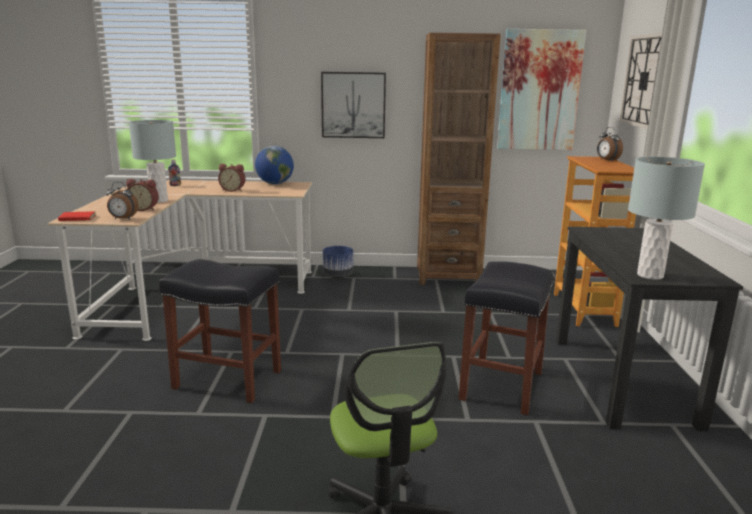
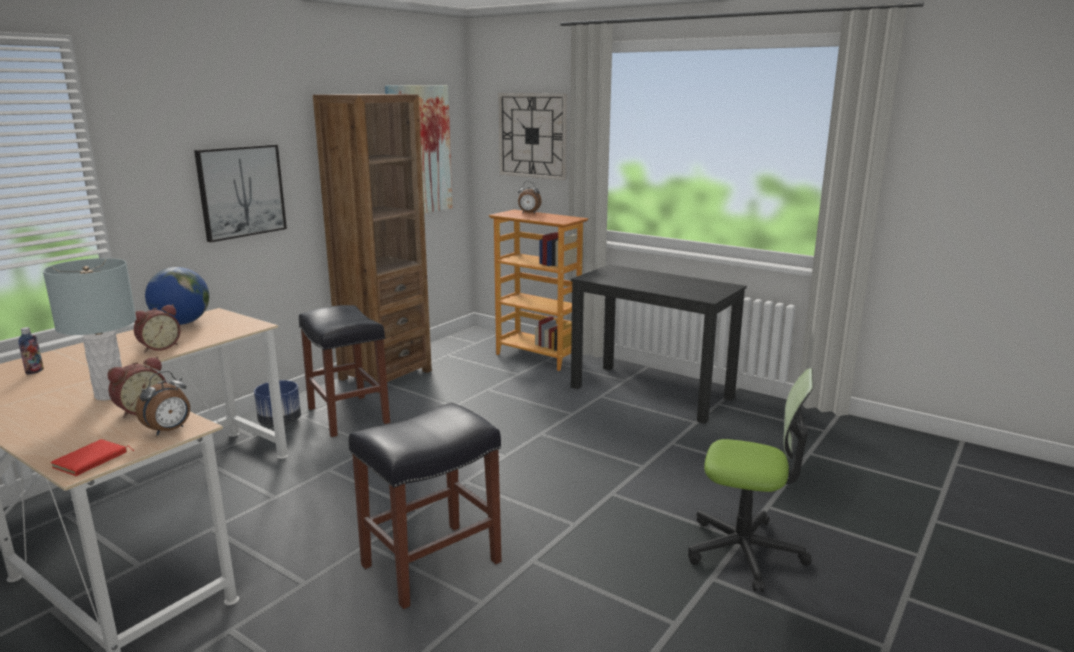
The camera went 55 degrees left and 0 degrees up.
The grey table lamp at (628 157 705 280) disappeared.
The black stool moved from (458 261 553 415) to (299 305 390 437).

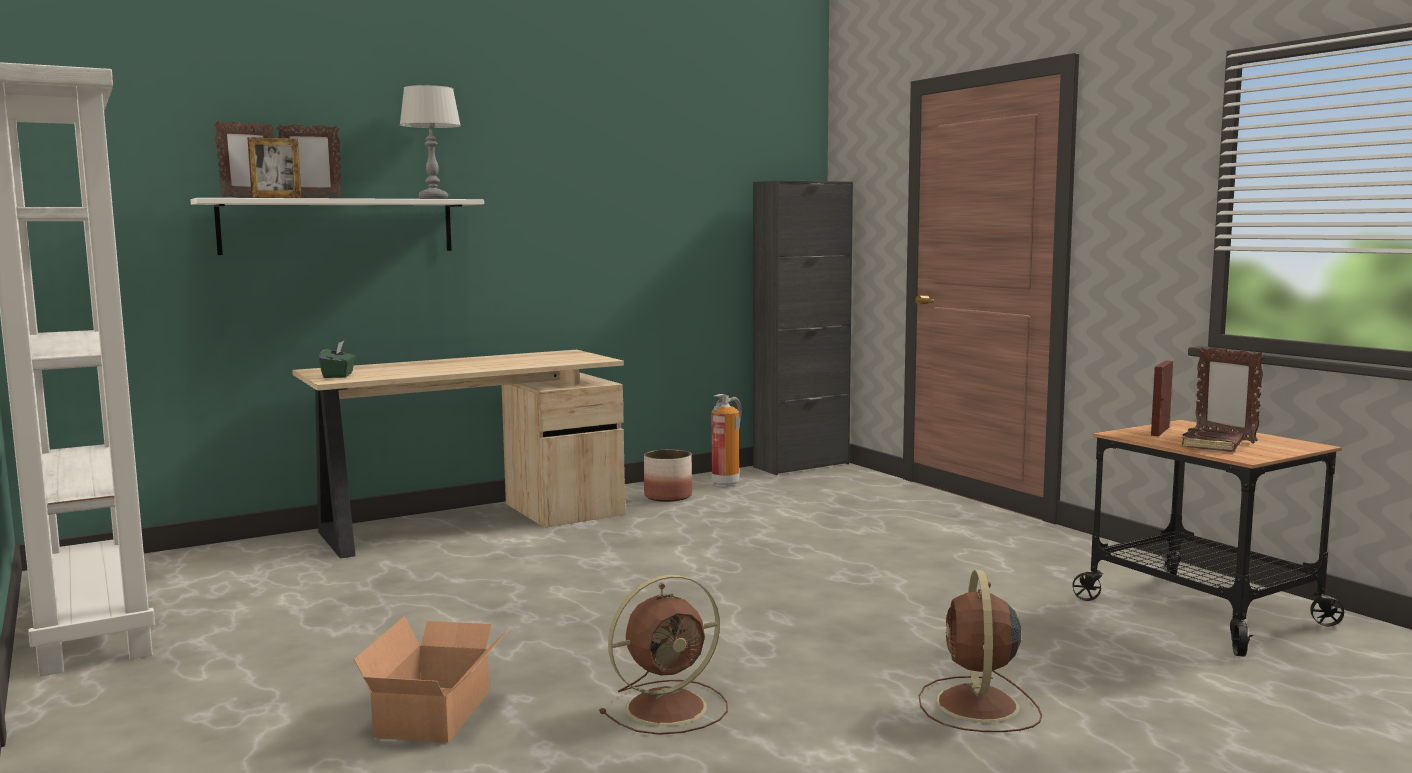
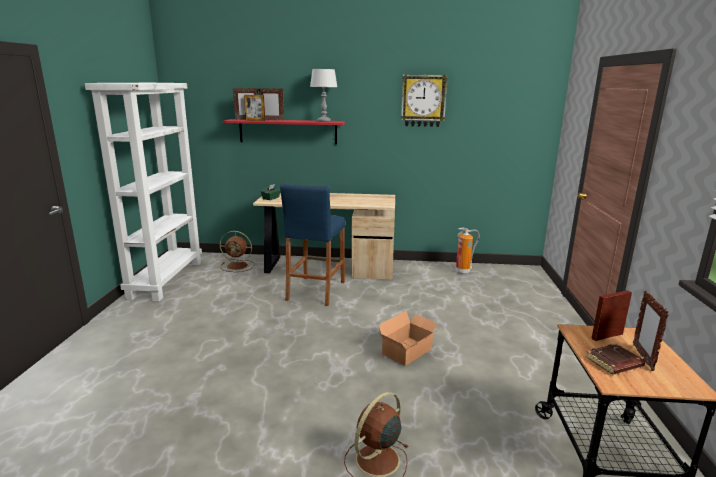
The camera went 35 degrees right and 10 degrees up.
The planter at (644 449 692 502) disappeared.
The black cabinet at (753 180 853 475) disappeared.
The blue stool at (280 183 345 306) appeared.
The wall clock at (401 75 448 127) appeared.
The cardboard box moved from (354 616 511 743) to (379 310 441 366).
The brown fan moved from (599 575 728 735) to (220 231 255 272).
The white shelf at (190 198 484 255) became the red shelf at (223 119 346 144).

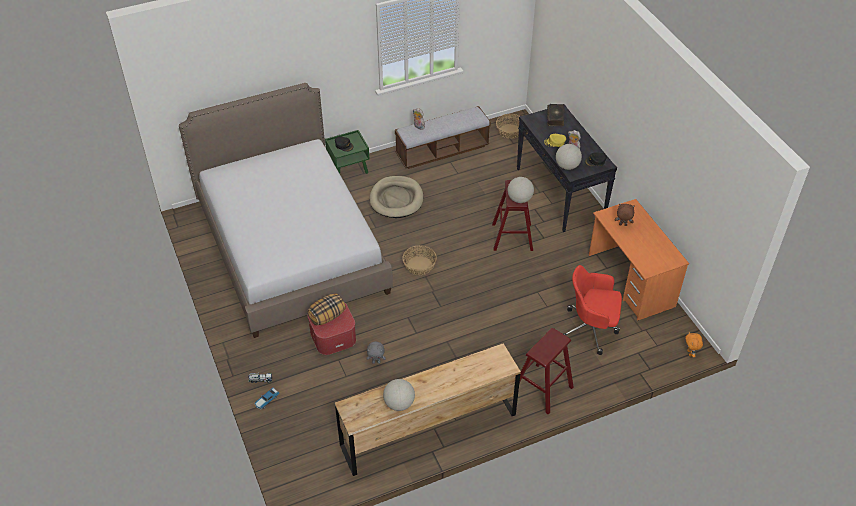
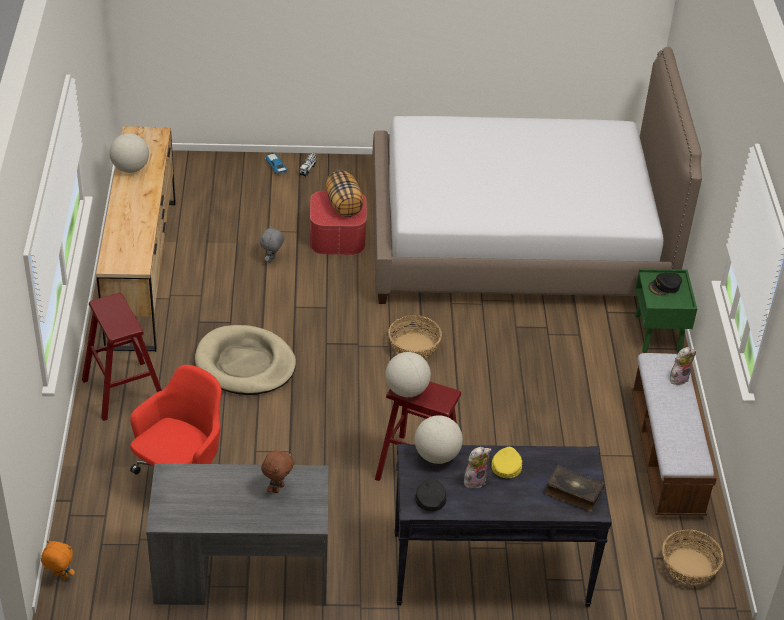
The camera went 110 degrees right and 5 degrees down.
The beige dog bed moved from (370 176 423 218) to (195 325 296 395).
The orange desk at (589 199 689 321) became the grey desk at (146 463 328 606).

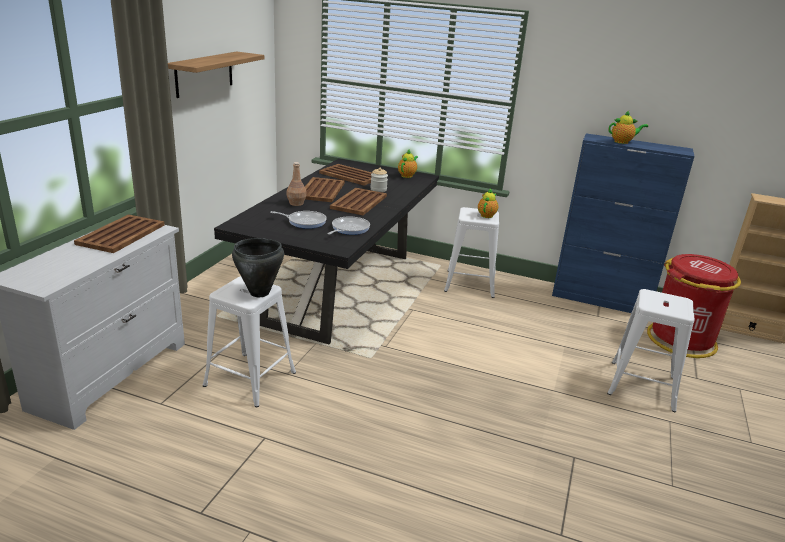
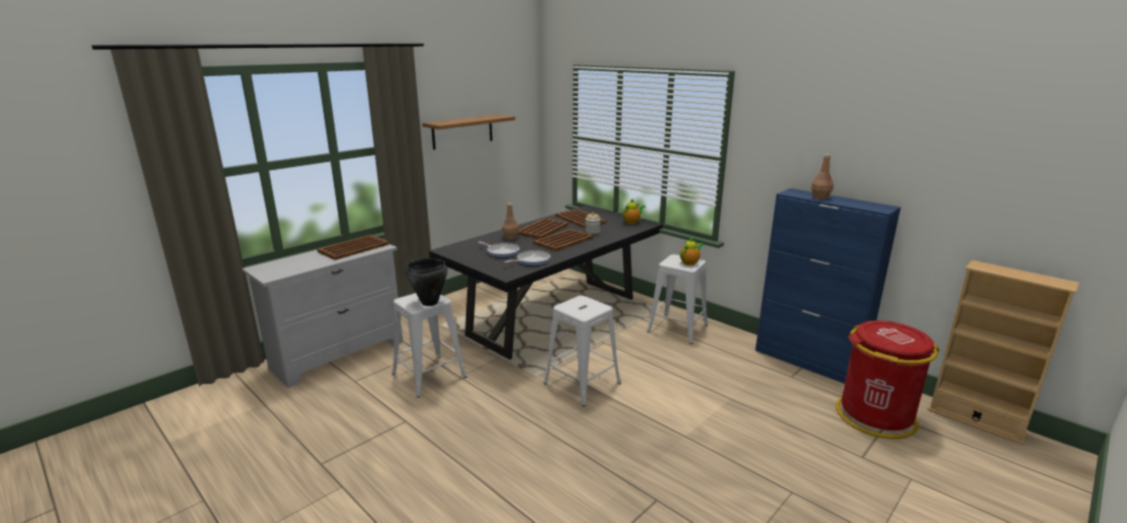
The camera went 25 degrees right and 5 degrees down.
The white stool moved from (607 289 695 412) to (543 296 621 407).
The teapot at (608 111 648 144) was replaced by the brown bottle at (811 154 834 199).

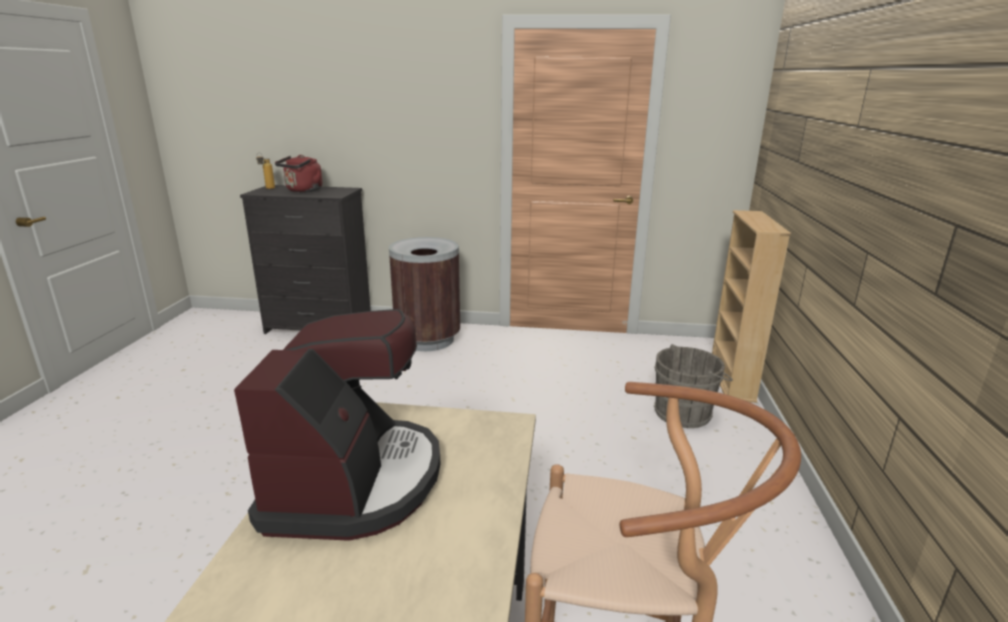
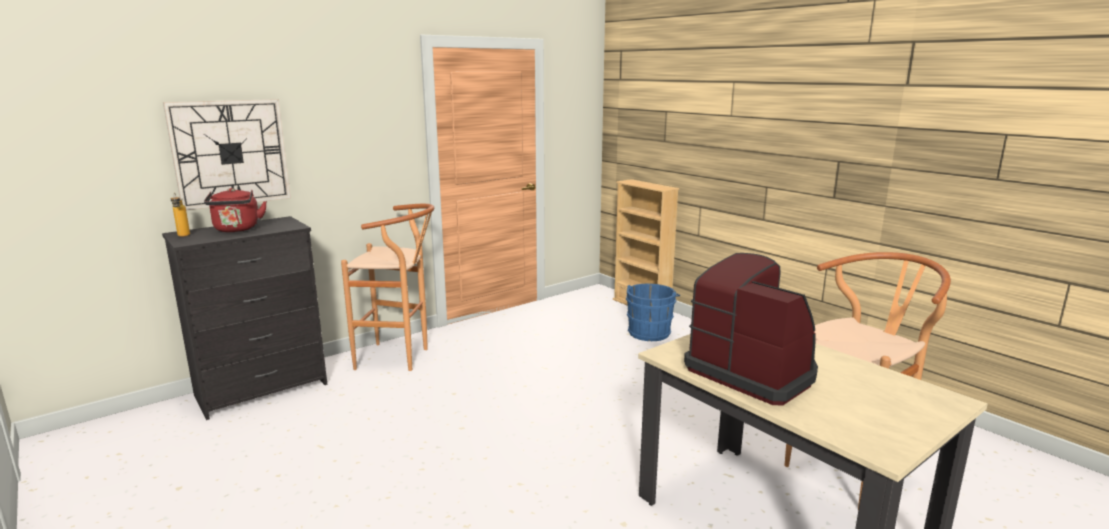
The camera went 45 degrees left and 5 degrees down.
The wall clock at (163 99 291 210) appeared.
The brown trash can at (389 237 461 351) was replaced by the brown stool at (341 204 434 371).
The grey bucket at (654 344 733 428) became the blue bucket at (626 283 680 341).

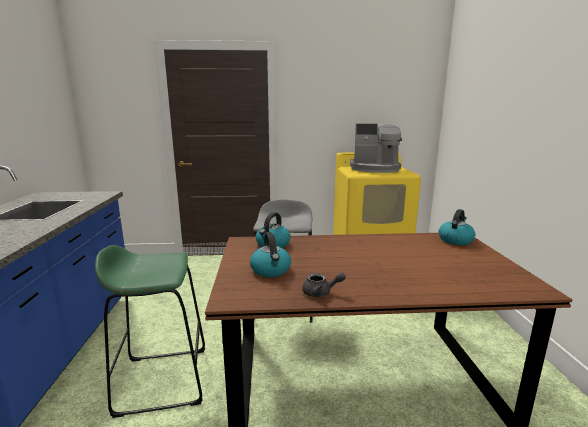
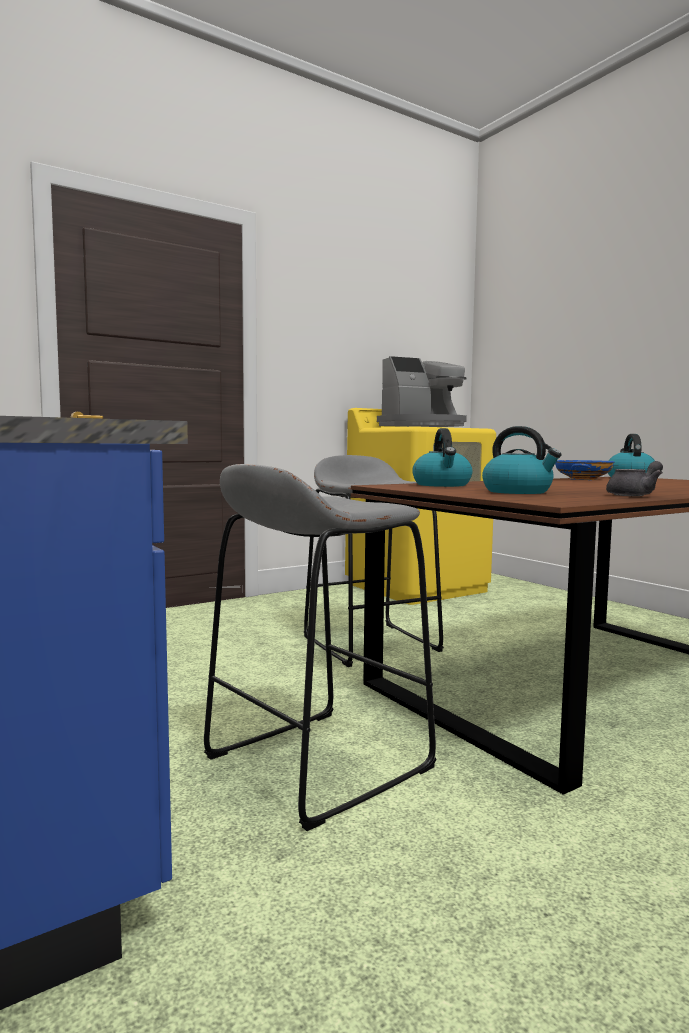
The camera went 30 degrees left and 10 degrees down.
The blue bowl at (555 460 615 480) appeared.
The green stool at (95 245 205 418) became the grey stool at (204 464 437 831).

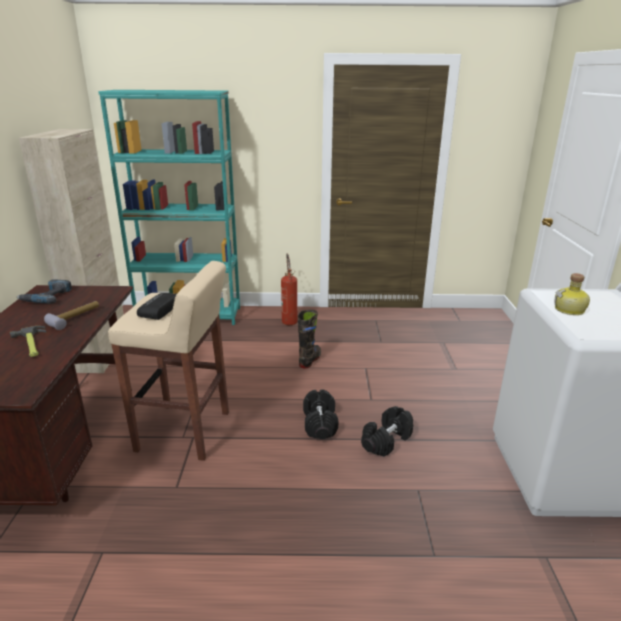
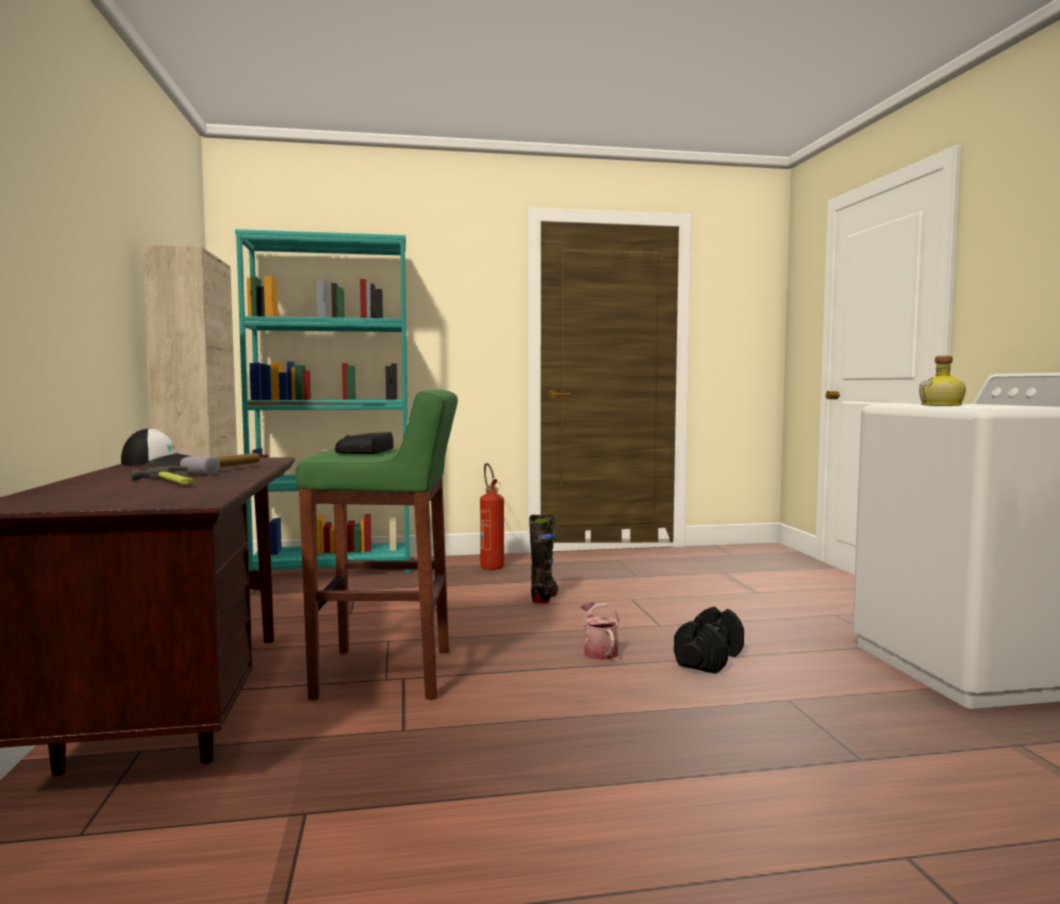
The camera went 10 degrees left and 20 degrees down.
The power drill at (17 279 72 304) was replaced by the cap at (121 428 189 466).
The black dumbbell at (303 390 338 439) was replaced by the watering can at (581 602 620 660).
The beige stool at (108 261 229 461) became the green stool at (295 390 458 700).

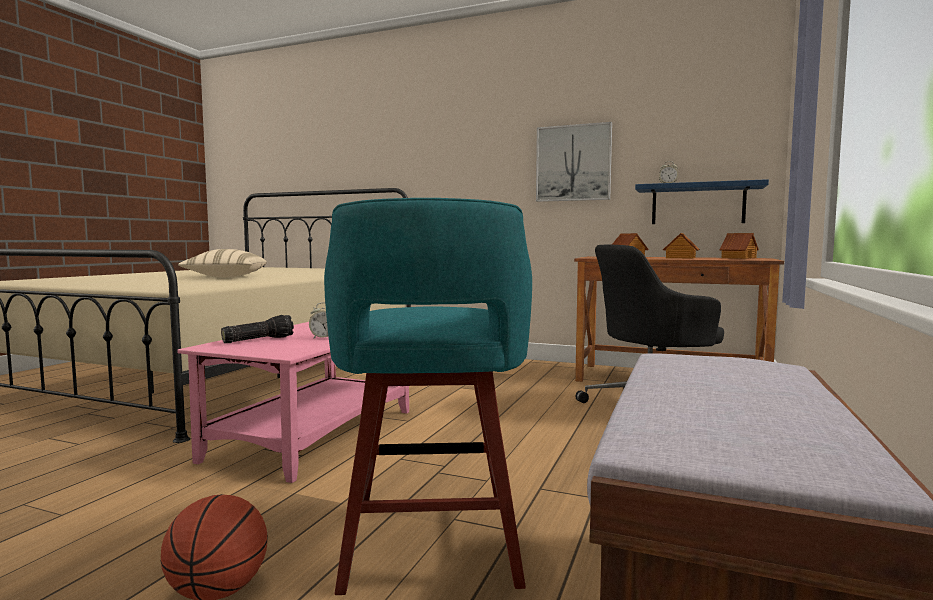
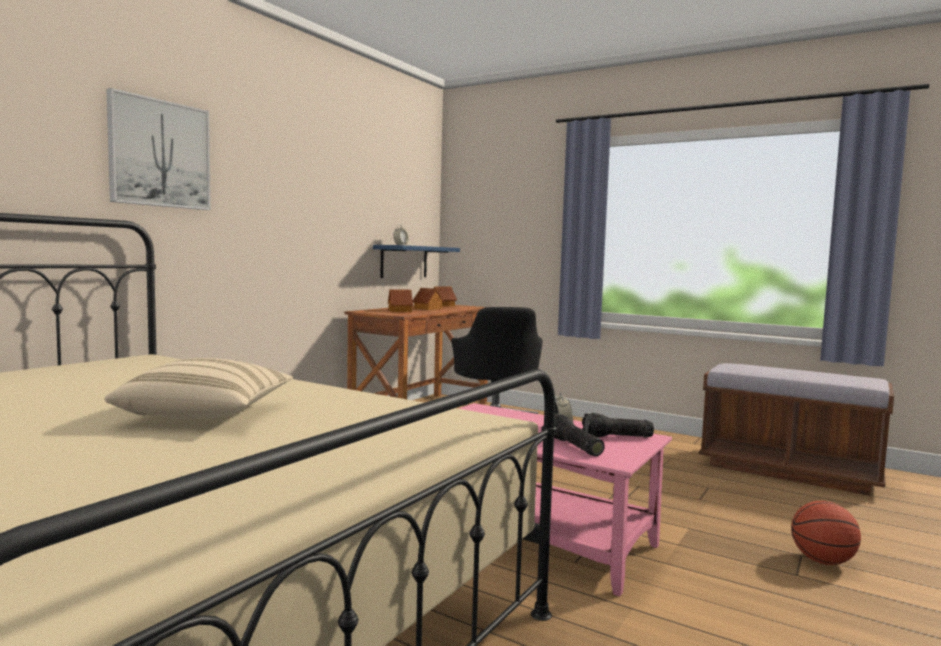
The camera went 80 degrees left and 0 degrees up.
The turquoise stool at (324 198 532 595) disappeared.
The flashlight at (582 413 654 437) appeared.
The picture moved from (536 122 612 202) to (106 88 211 210).

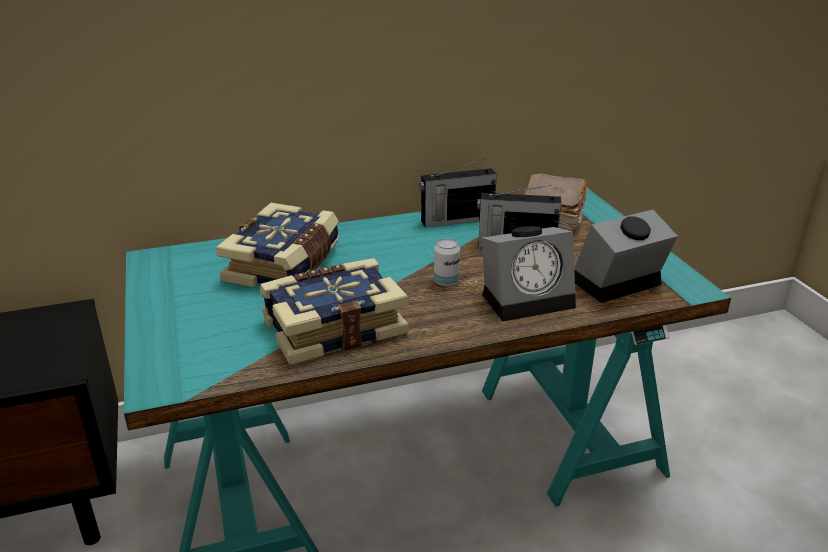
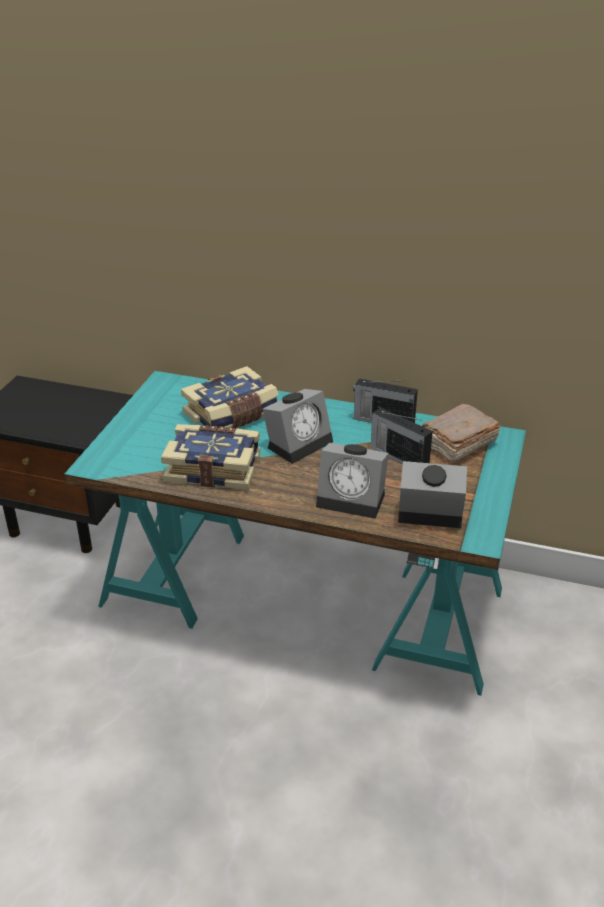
The camera went 35 degrees right and 5 degrees up.
The can at (434 238 460 287) disappeared.
The alarm clock at (262 389 333 464) appeared.

